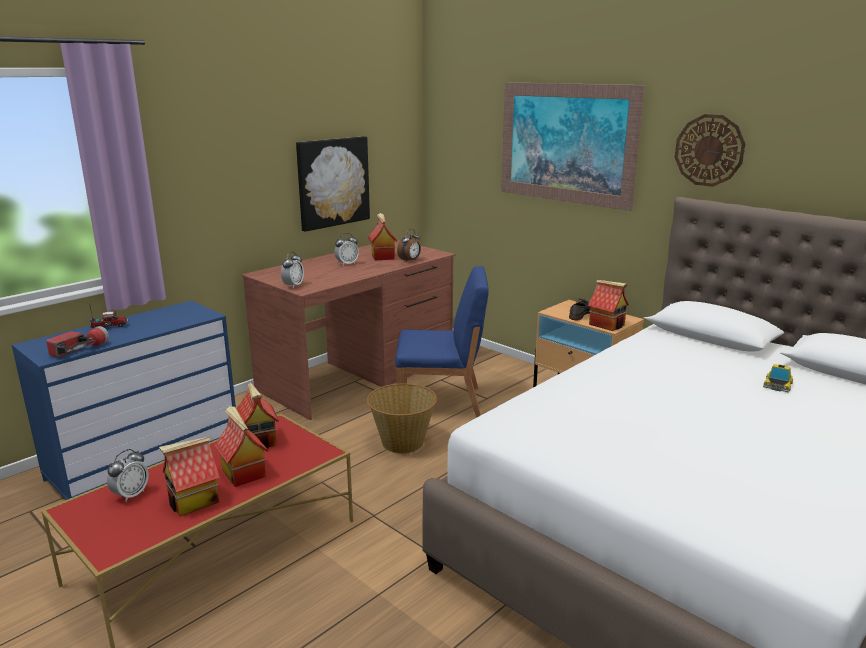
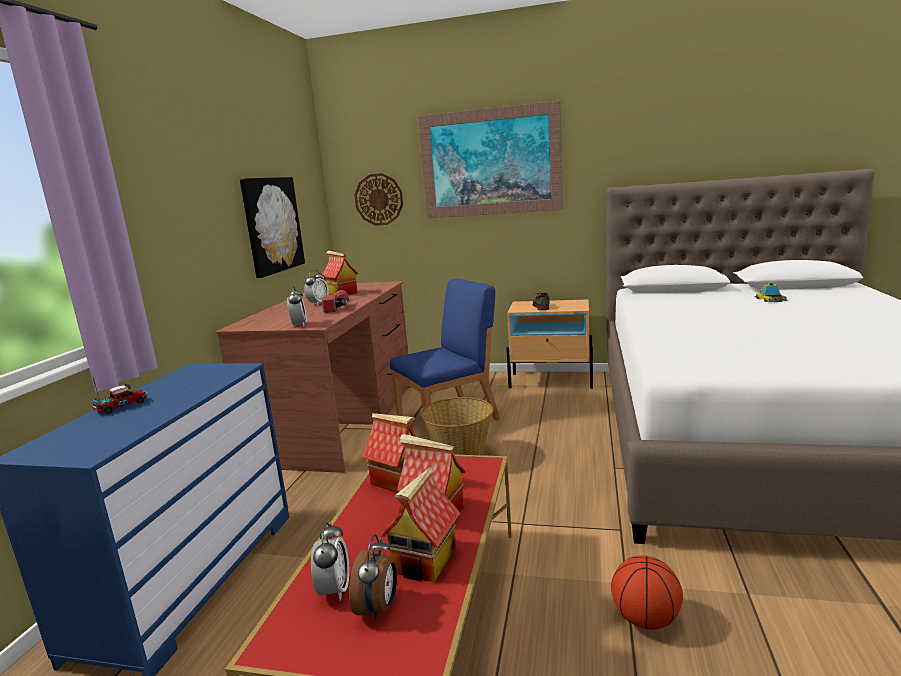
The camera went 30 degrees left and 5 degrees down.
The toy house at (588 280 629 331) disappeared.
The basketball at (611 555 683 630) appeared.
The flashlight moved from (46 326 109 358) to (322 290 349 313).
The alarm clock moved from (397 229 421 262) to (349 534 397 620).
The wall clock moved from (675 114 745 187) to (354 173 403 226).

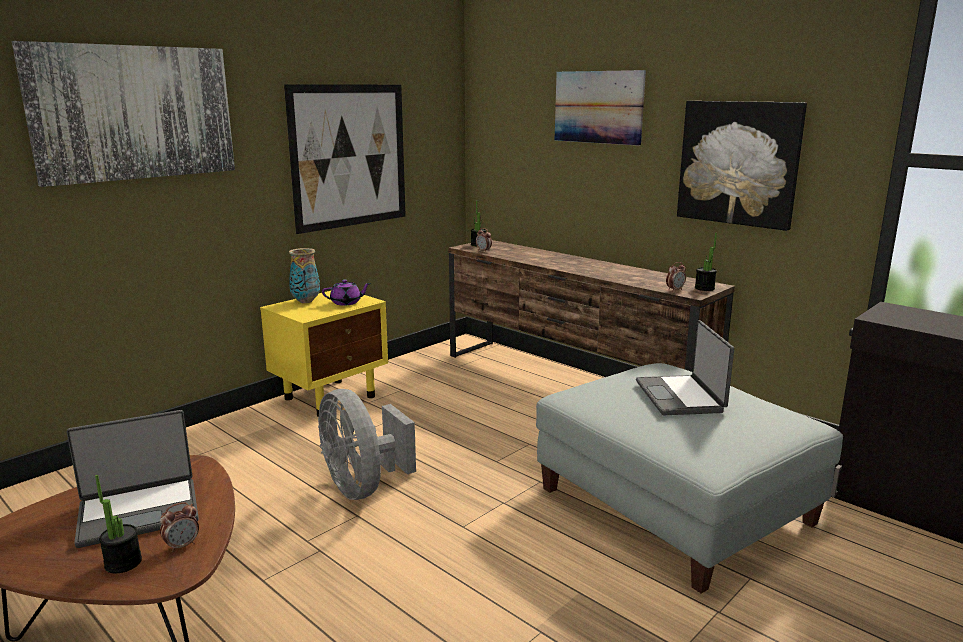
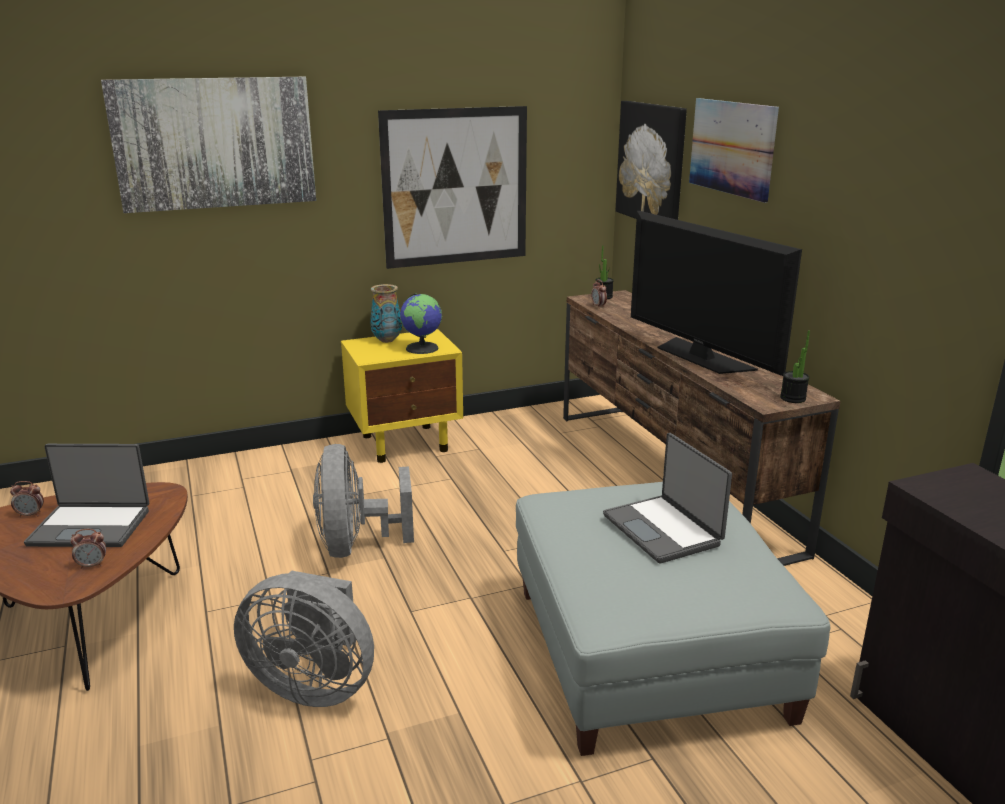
The camera went 25 degrees right and 5 degrees up.
The potted plant at (95 475 142 573) disappeared.
The grey fan at (234 571 374 707) appeared.
The television at (631 211 802 376) appeared.
The alarm clock moved from (666 262 686 292) to (10 481 44 517).
The picture moved from (677 101 807 231) to (616 101 687 220).
The purple teapot at (322 280 371 306) was replaced by the globe at (400 293 442 354).
The laptop at (636 320 734 415) turned 45 degrees counterclockwise.

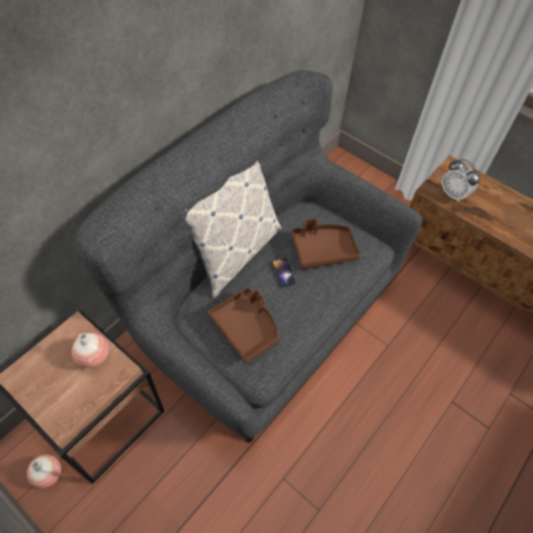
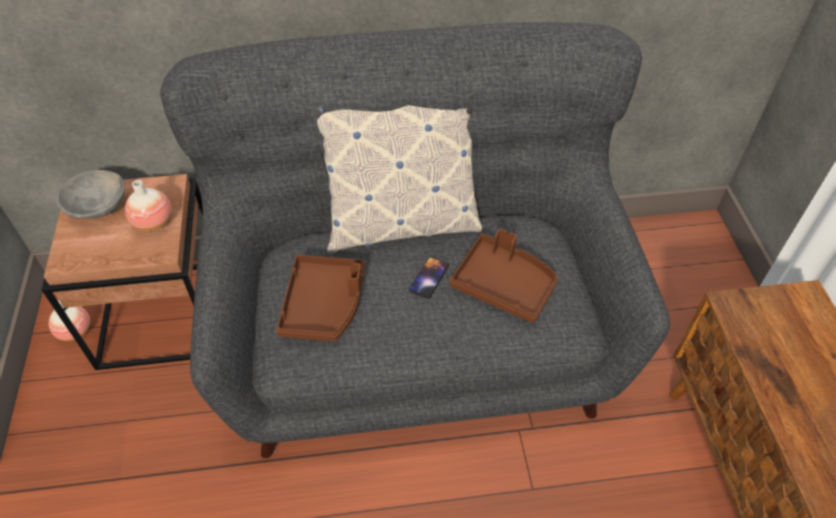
The camera went 45 degrees right and 5 degrees down.
The alarm clock at (442 159 480 202) disappeared.
The grey bowl at (56 170 125 219) appeared.

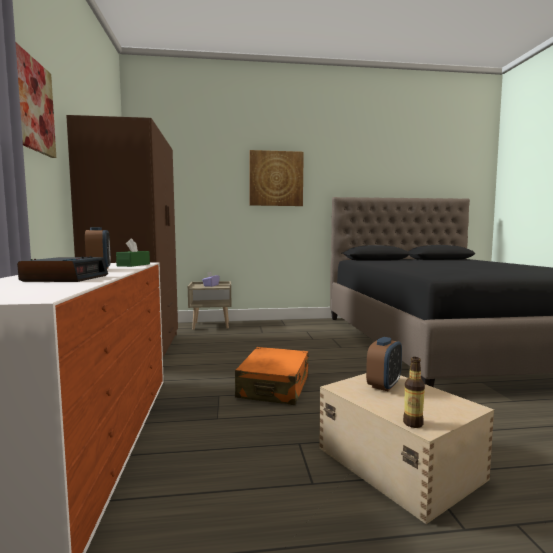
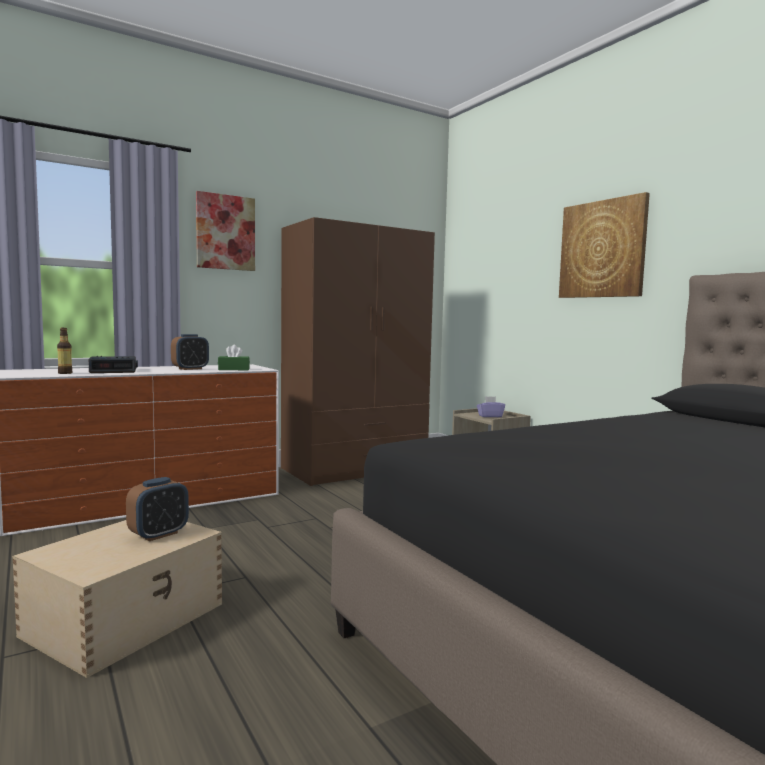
The camera went 65 degrees right and 0 degrees up.
The orange suitcase at (235 347 309 405) disappeared.
The bottle moved from (403 357 425 428) to (57 328 73 374).
The alarm clock at (366 337 402 391) turned 60 degrees counterclockwise.

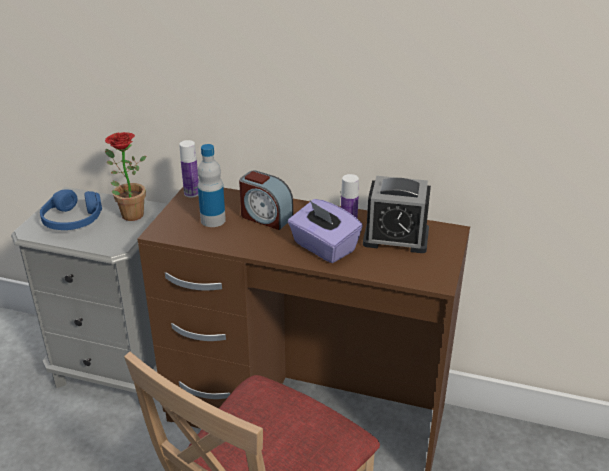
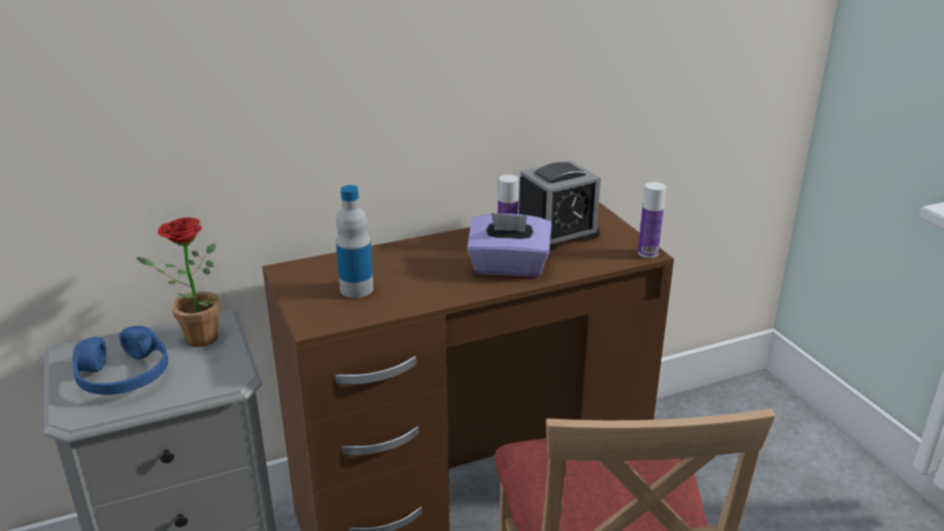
The camera went 40 degrees left and 5 degrees down.
The alarm clock at (239 171 293 230) disappeared.
The bottle moved from (179 140 199 198) to (638 182 666 258).

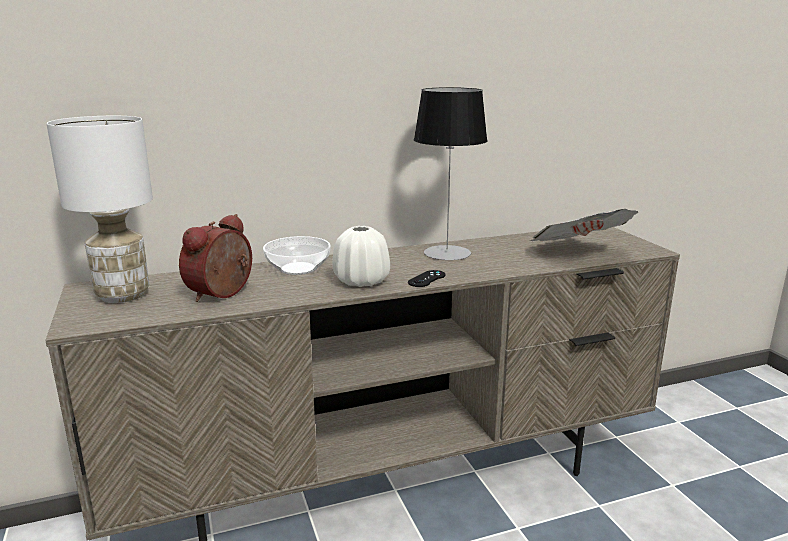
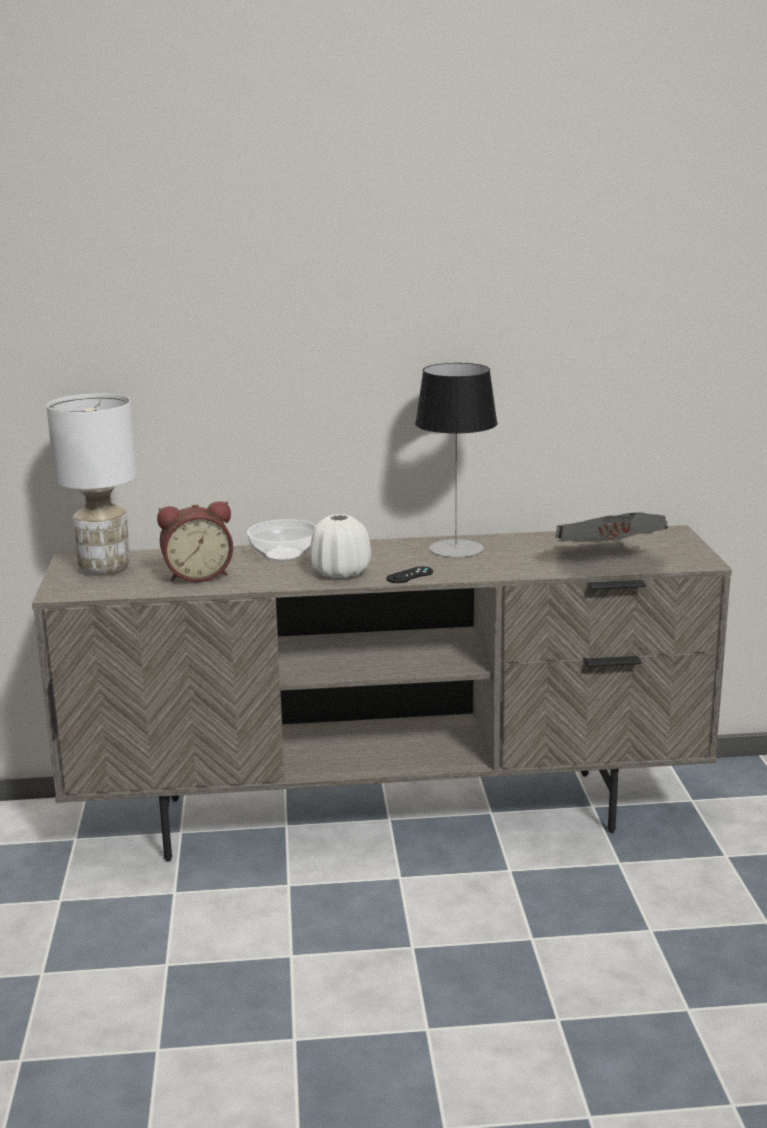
The camera went 15 degrees right and 0 degrees up.
The alarm clock at (179 214 252 302) turned 150 degrees counterclockwise.

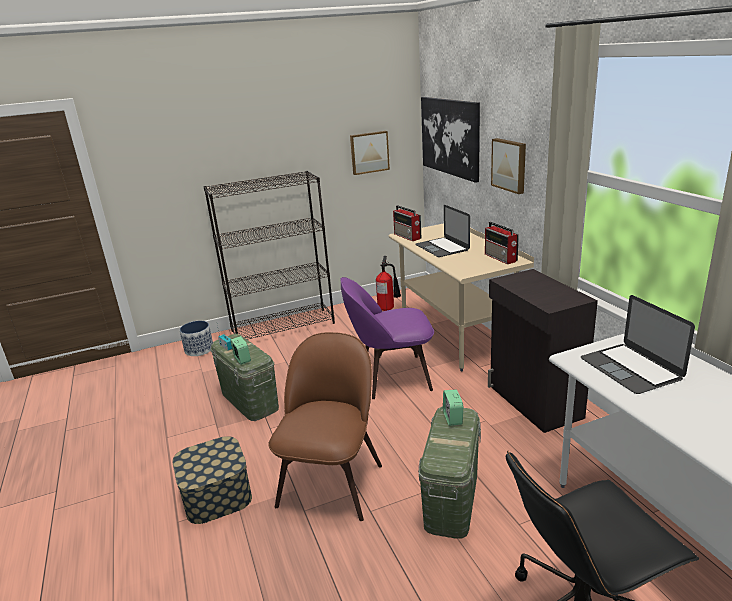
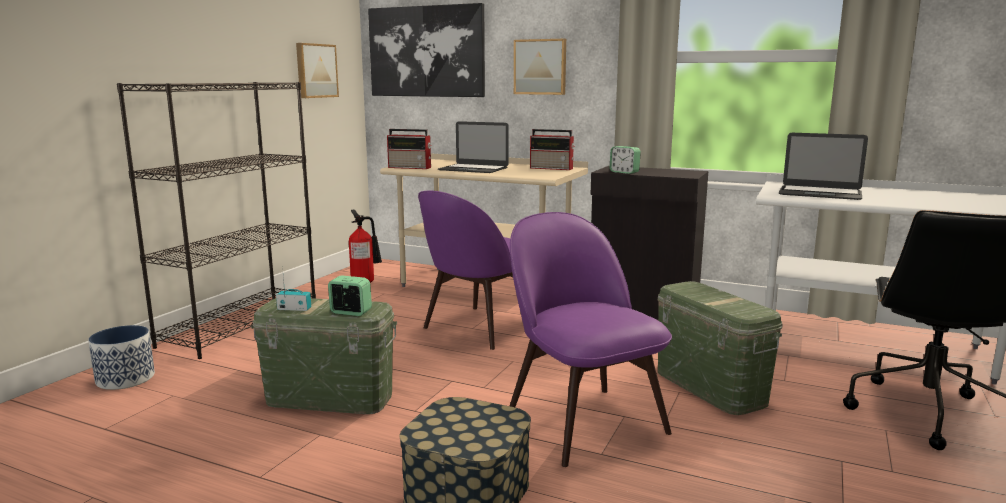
The camera went 45 degrees left and 10 degrees down.
The alarm clock moved from (443 389 463 426) to (610 146 641 174).
The brown chair at (268 332 382 521) became the purple chair at (510 212 672 467).

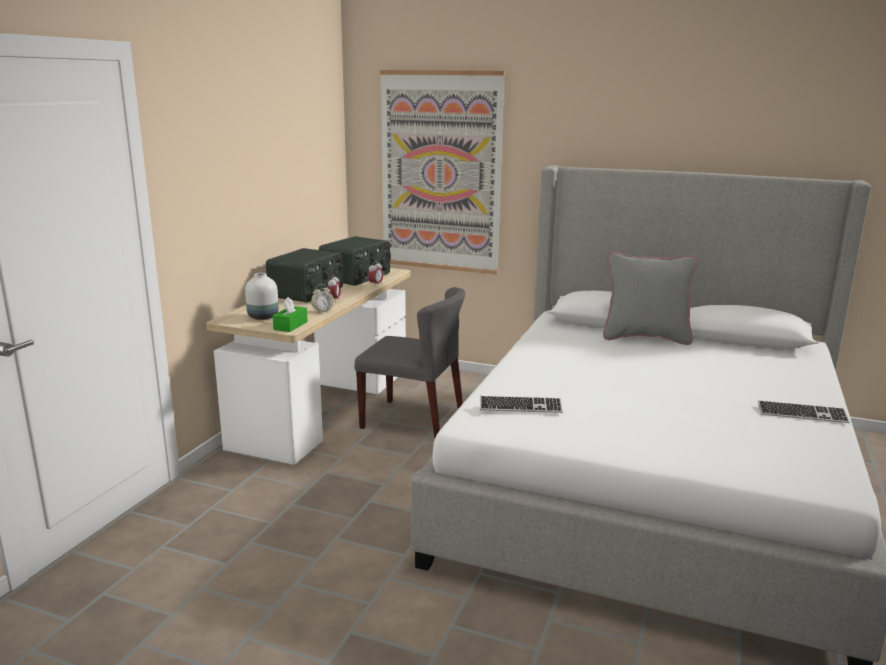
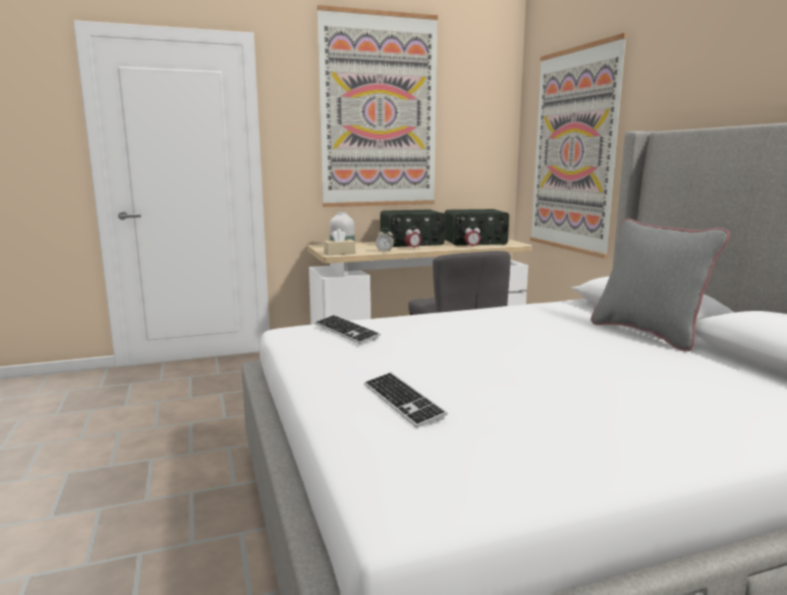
The camera went 50 degrees right and 5 degrees down.
The picture at (317 5 438 207) appeared.
The keyboard moved from (758 400 850 423) to (364 373 448 428).
The green tissue box at (273 297 308 332) became the beige tissue box at (324 229 355 255).

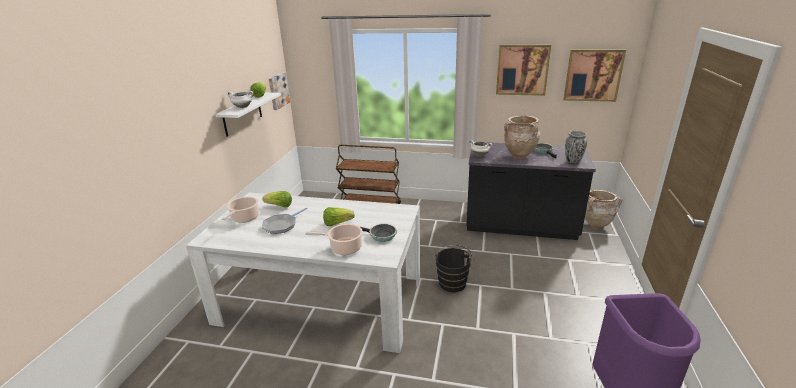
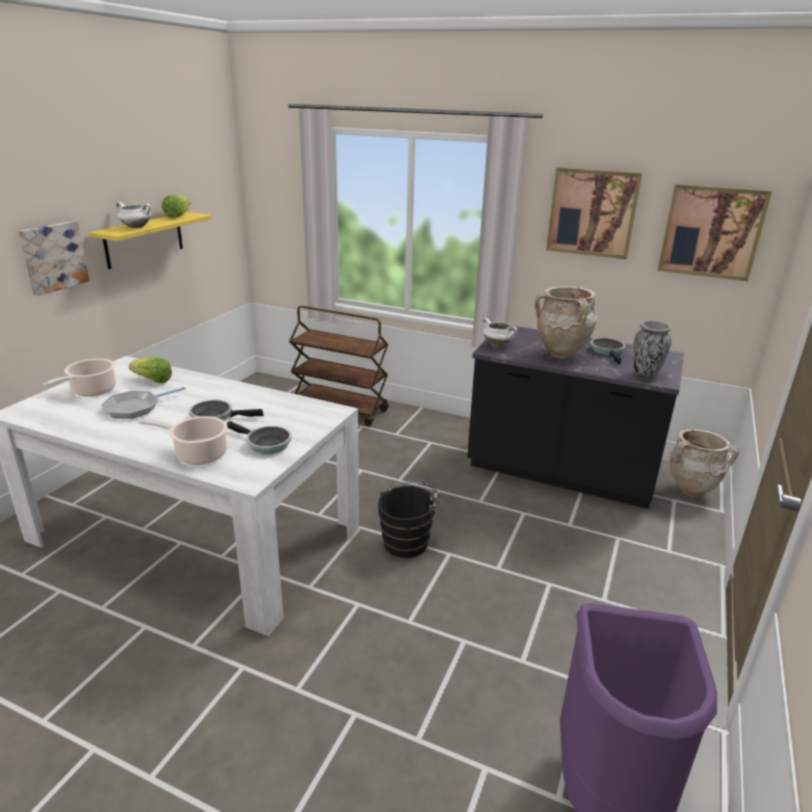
The camera went 10 degrees right and 0 degrees up.
The picture moved from (269 73 290 110) to (19 221 90 296).
The lettuce at (323 207 355 226) was replaced by the frying pan at (189 400 264 421).
The white shelf at (215 92 281 137) became the yellow shelf at (89 212 212 269).

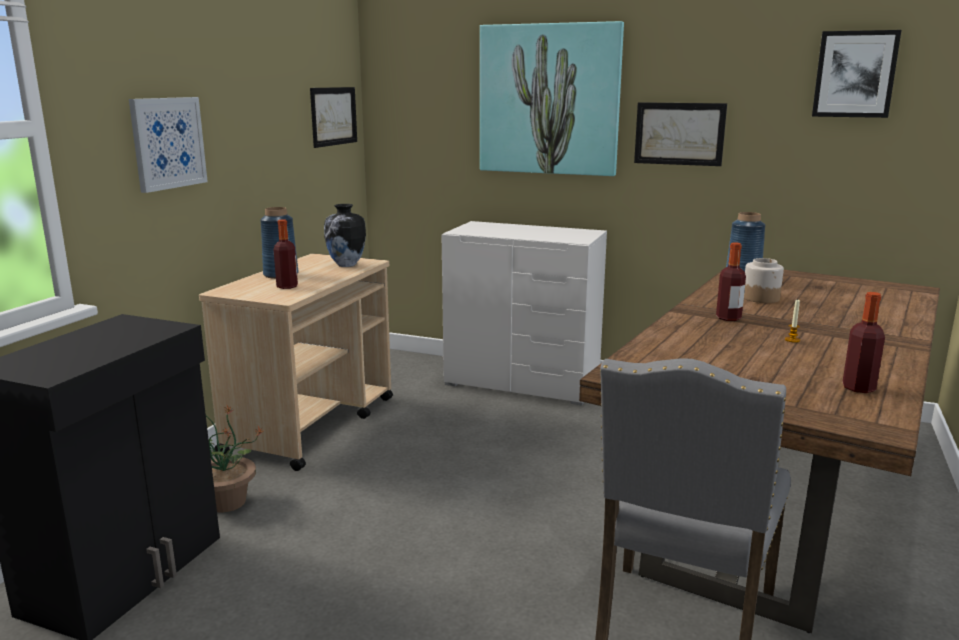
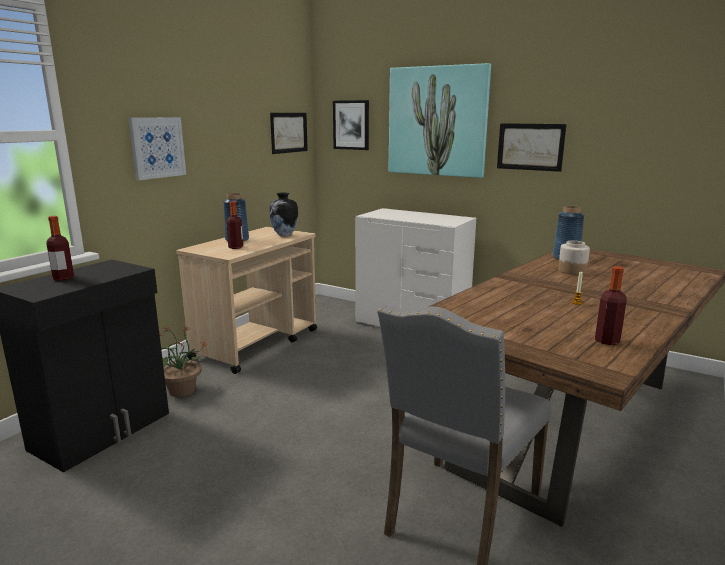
The camera went 10 degrees right and 0 degrees up.
The bottle moved from (716 243 746 321) to (46 216 74 281).
The picture moved from (812 30 902 118) to (333 100 369 150).

